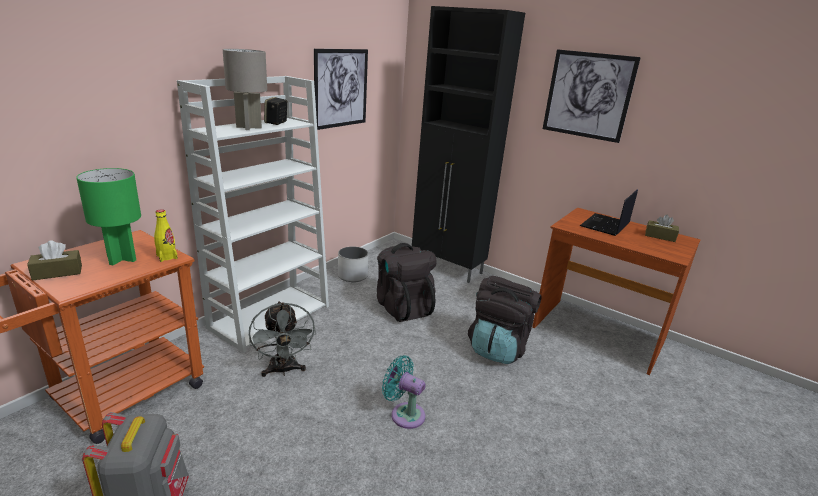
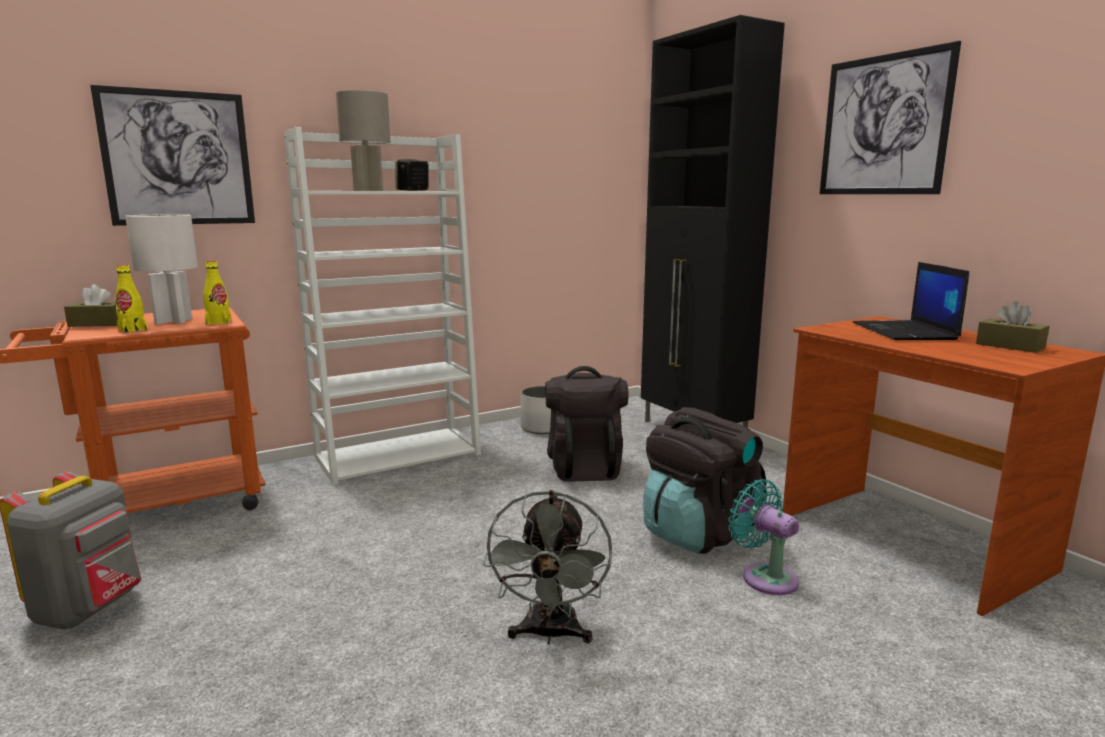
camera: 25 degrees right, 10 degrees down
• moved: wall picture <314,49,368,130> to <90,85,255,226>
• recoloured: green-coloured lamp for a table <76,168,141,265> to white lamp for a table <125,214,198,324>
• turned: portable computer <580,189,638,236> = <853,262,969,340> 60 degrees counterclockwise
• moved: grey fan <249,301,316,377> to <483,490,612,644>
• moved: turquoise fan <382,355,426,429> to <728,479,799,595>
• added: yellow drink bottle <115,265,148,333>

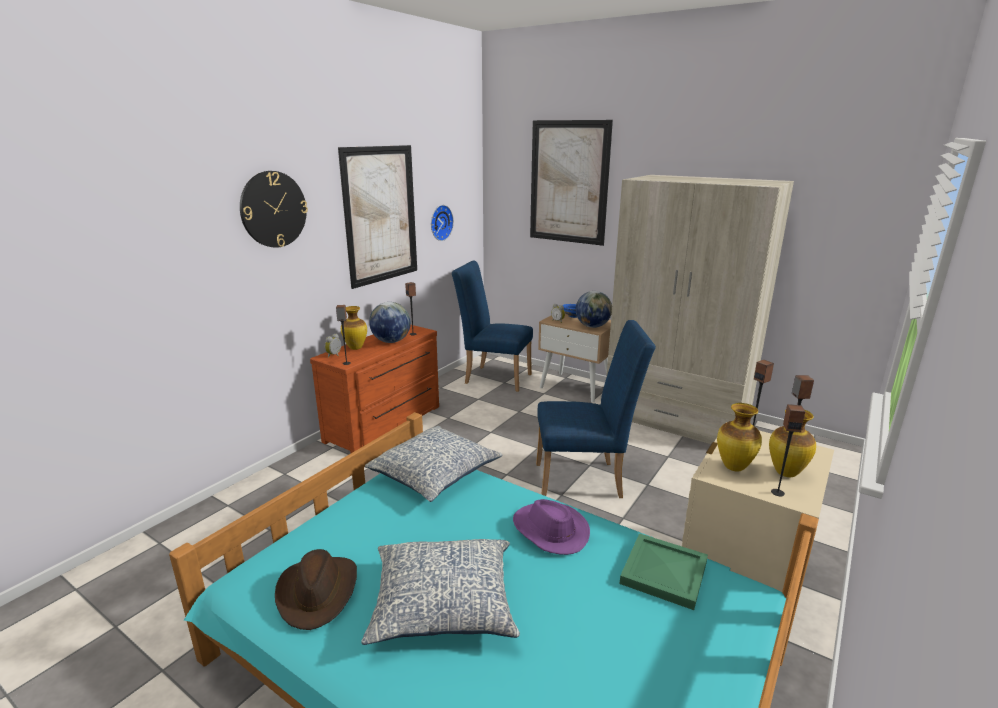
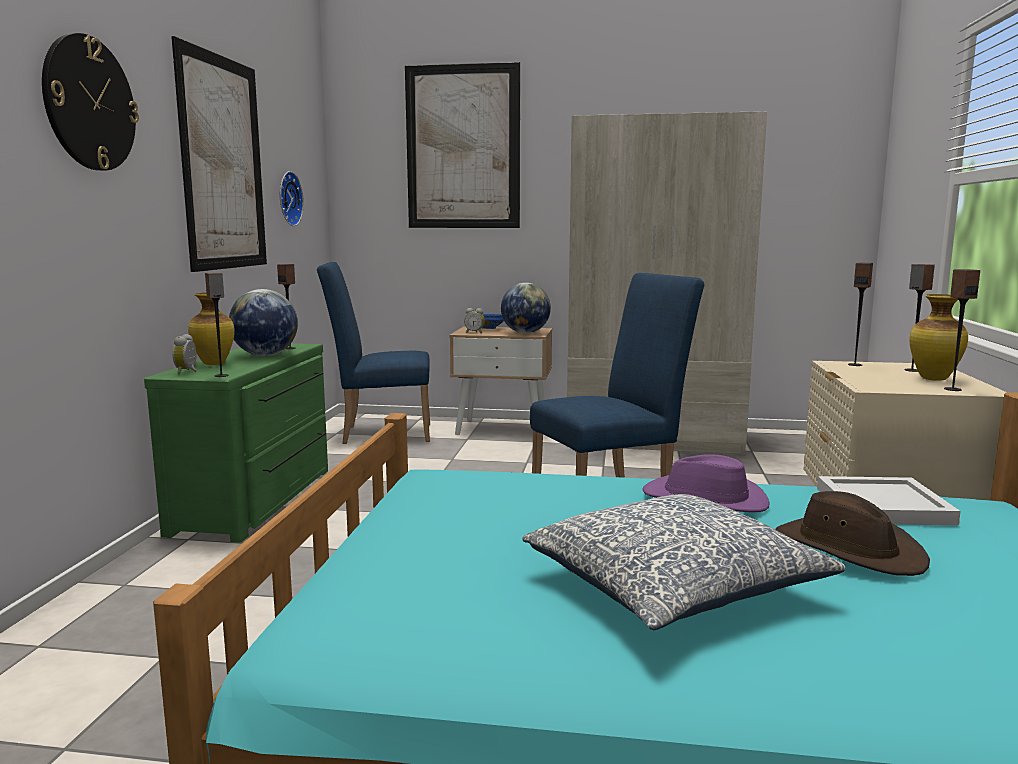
camera: 25 degrees left, 10 degrees down
• recoloured: brown-coloured drawer chest <310,325,439,454> to green-coloured drawer chest <144,343,328,543>
• removed: flower vase <717,403,762,471>
• removed: pillow <365,426,502,502>
• recoloured: green-coloured carrying tray <620,533,708,610> to white carrying tray <817,476,961,525>
• moved: brown-coloured wearable hat <275,549,357,630> to <775,491,930,576>

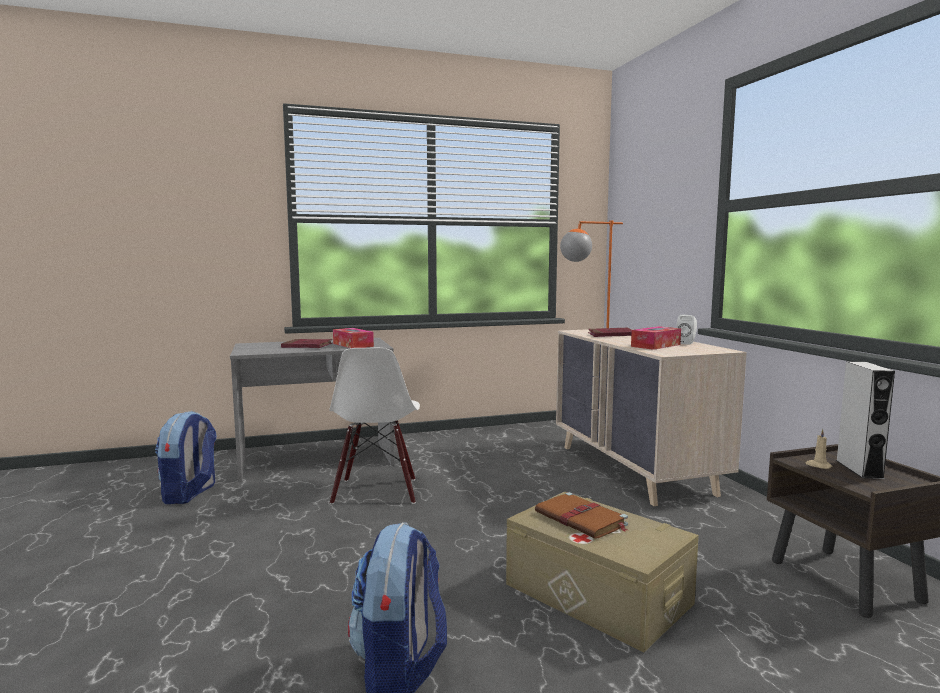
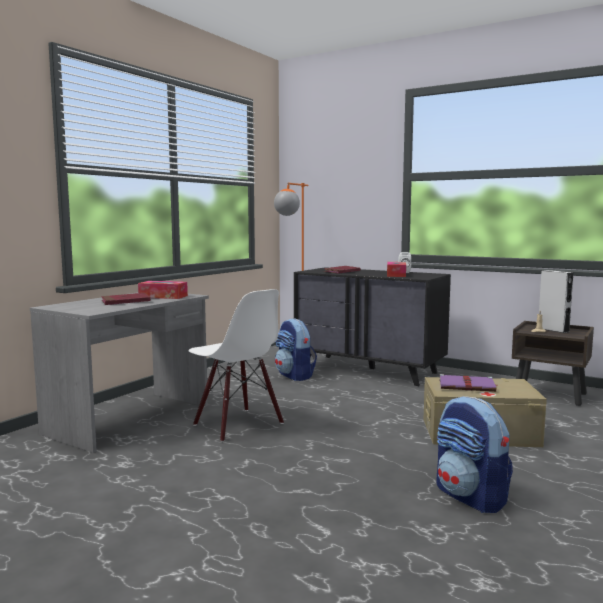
camera: 40 degrees left, 0 degrees up
• recoloured: sand-coloured drawer chest <556,329,747,506> to blackish drawer chest <294,267,451,386>
• moved: knapsack <155,411,217,504> to <275,319,317,381>
• recoloured: brown-coloured bound book <535,492,628,538> to purple bound book <440,374,497,392>

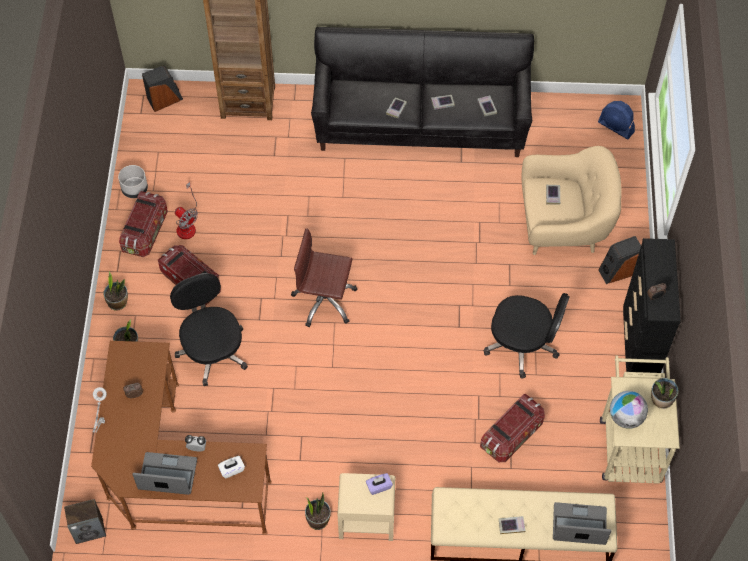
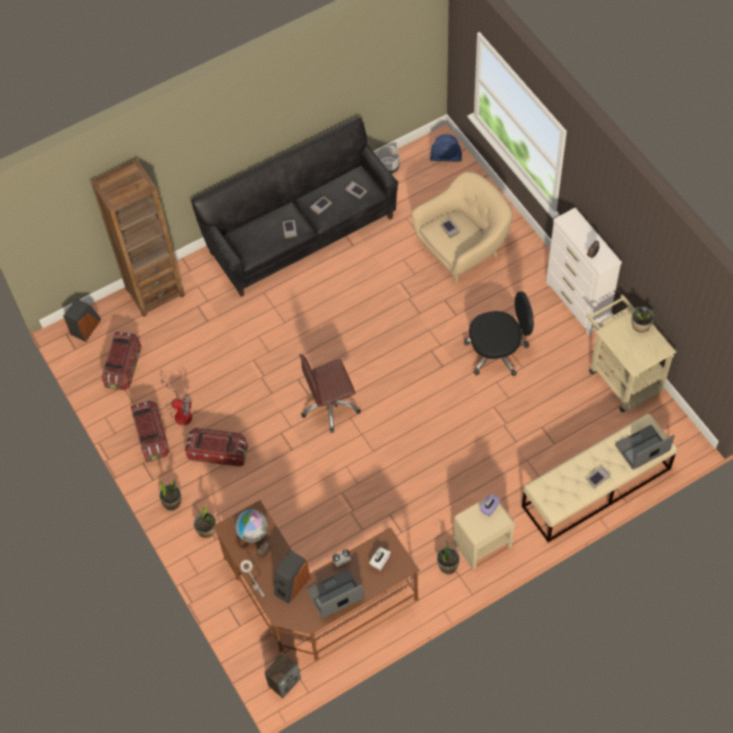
camera: 30 degrees left, 0 degrees up
• moved: grey planter <118,165,148,198> to <377,146,400,174>
• moved: audio speaker <598,236,641,284> to <274,550,310,604>
• recoloured: blackish drawer chest <623,238,681,373> to white drawer chest <546,208,622,335>
• removed: blackish desk chair <170,273,248,386>
• moved: desk globe <610,391,648,429> to <235,509,268,543>
• moved: storage box <480,394,545,462> to <102,332,141,390>

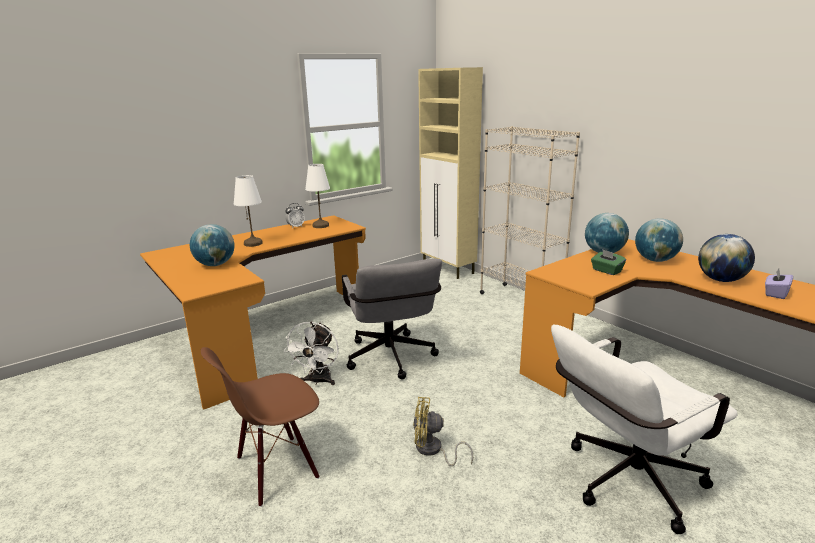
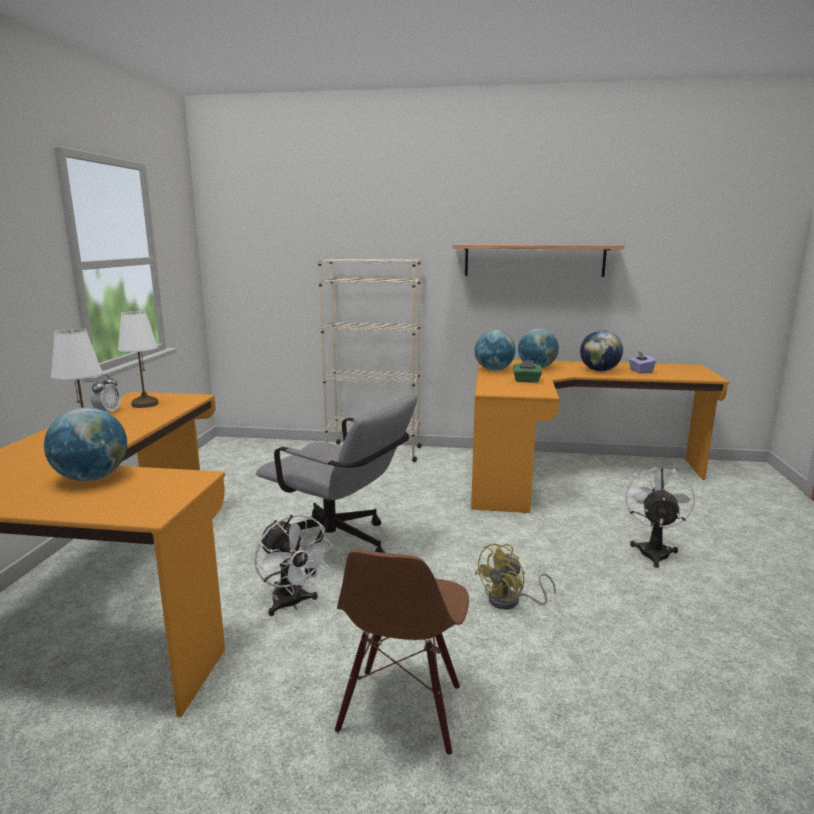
camera: 45 degrees left, 5 degrees down
• removed: sand-coloured cupboard <418,67,483,279>
• replaced: white desk chair <551,325,738,534> to white fan <625,464,695,568>
• added: wall shelf <453,244,625,277>

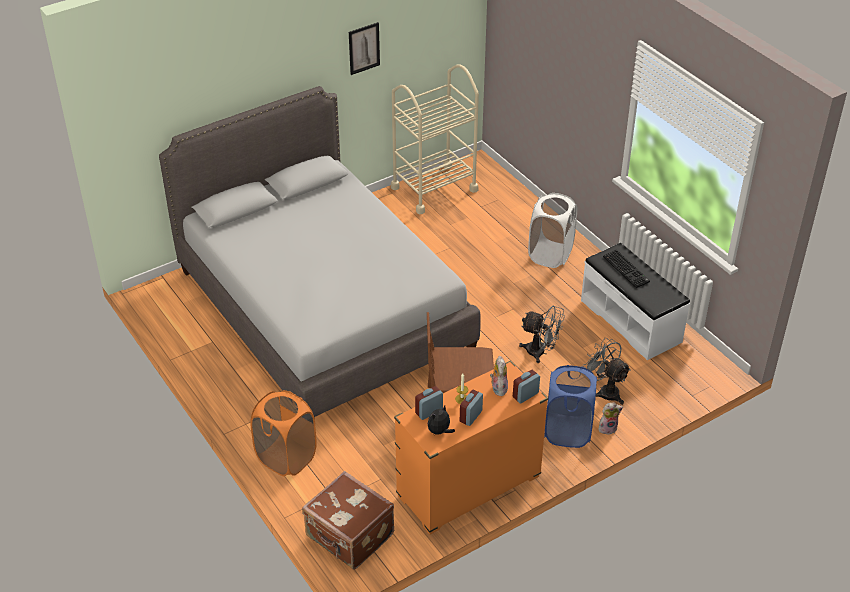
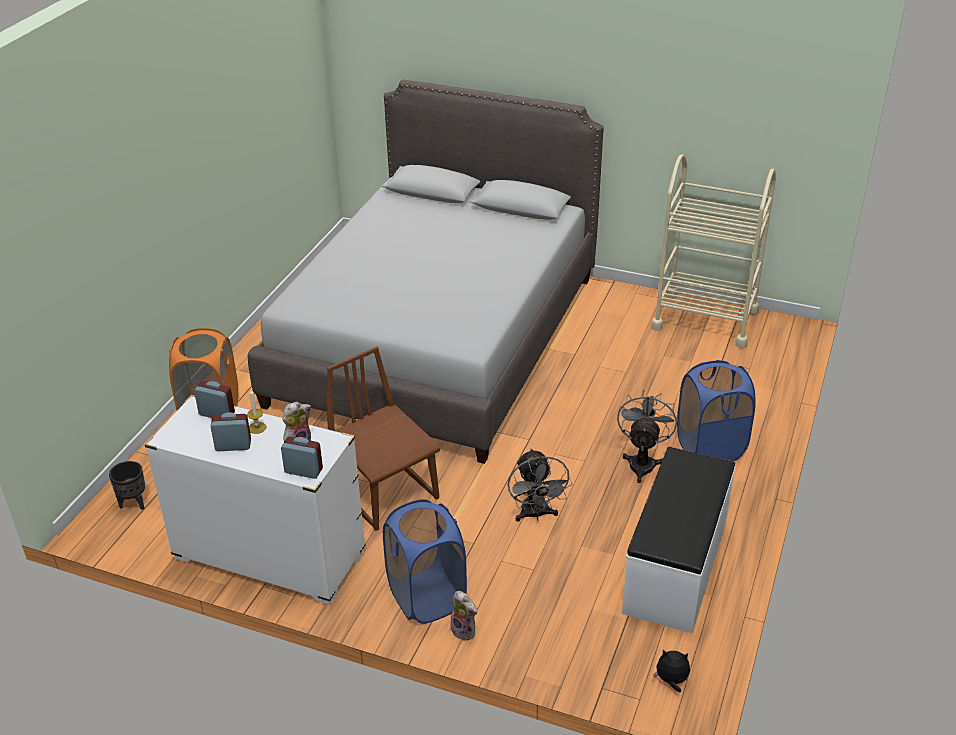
camera: 55 degrees right, 5 degrees down
• removed: wall picture <349,22,380,75>
• recoloured: white washing basket <528,193,577,268> to bluish washing basket <677,360,756,461>
• removed: computer keyboard <603,250,650,288>
• moved: grey fan <583,338,631,405> to <617,390,678,483>
• recoloured: orange-coloured drawer chest <394,361,548,535> to white drawer chest <145,395,366,605>
• moved: plush toy <428,405,455,435> to <653,650,690,692>
• replaced: brown-coloured piece of luggage <302,471,394,570> to blackish planter <109,461,145,510>

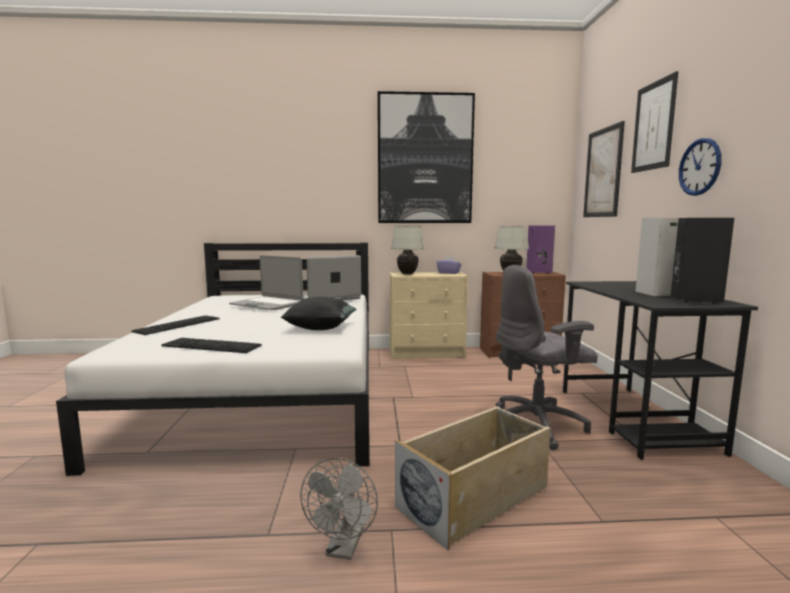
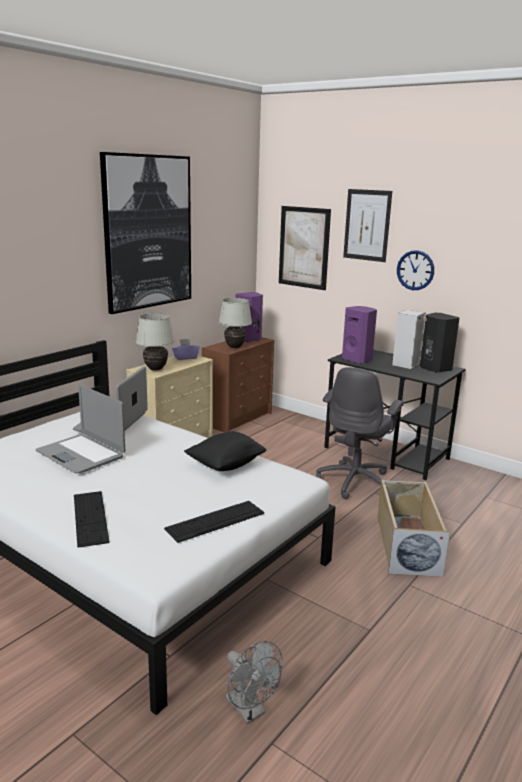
camera: 50 degrees left, 10 degrees up
• turned: portable computer <229,256,303,310> = <36,385,125,474> 60 degrees clockwise
• moved: grey fan <300,458,378,560> to <226,641,283,724>
• added: purple audio speaker <342,306,377,364>

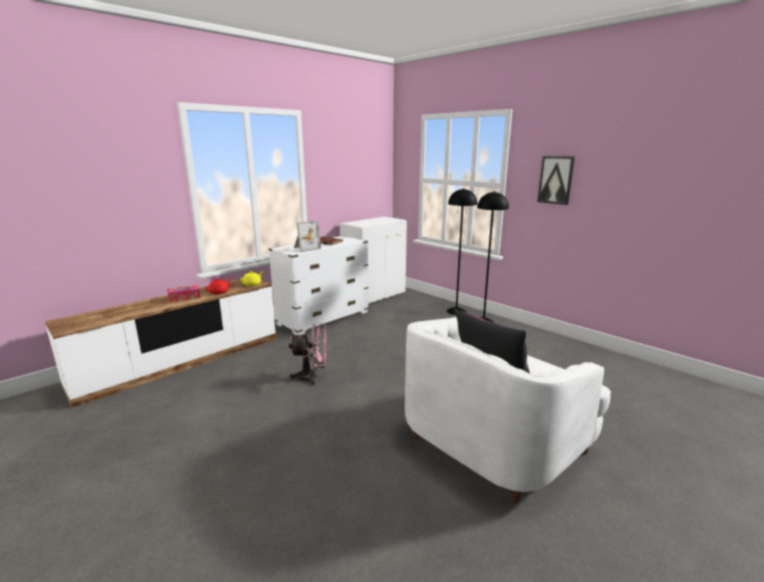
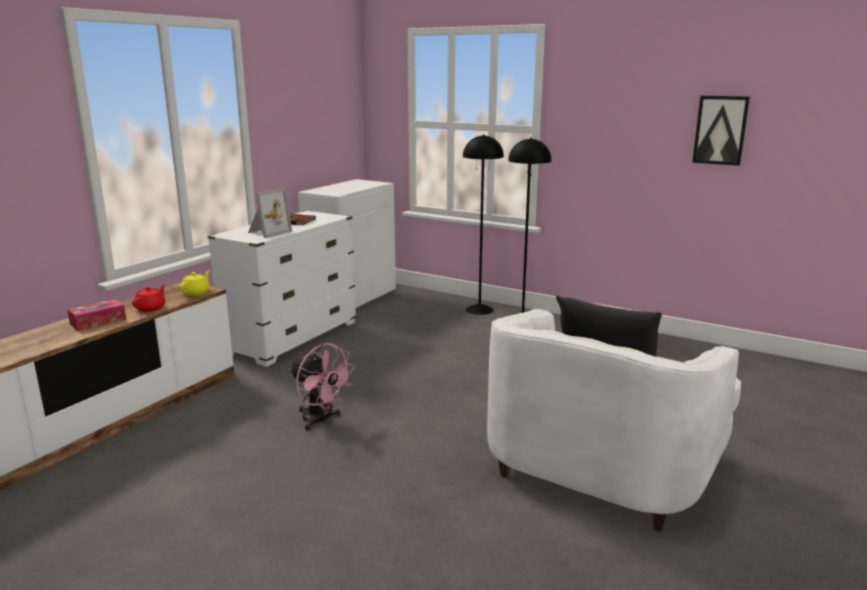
camera: 15 degrees left, 0 degrees up
• moved: wall picture <537,156,575,205> to <692,96,750,166>
• turned: pinkish fan <289,323,327,385> = <289,343,355,431> 60 degrees clockwise

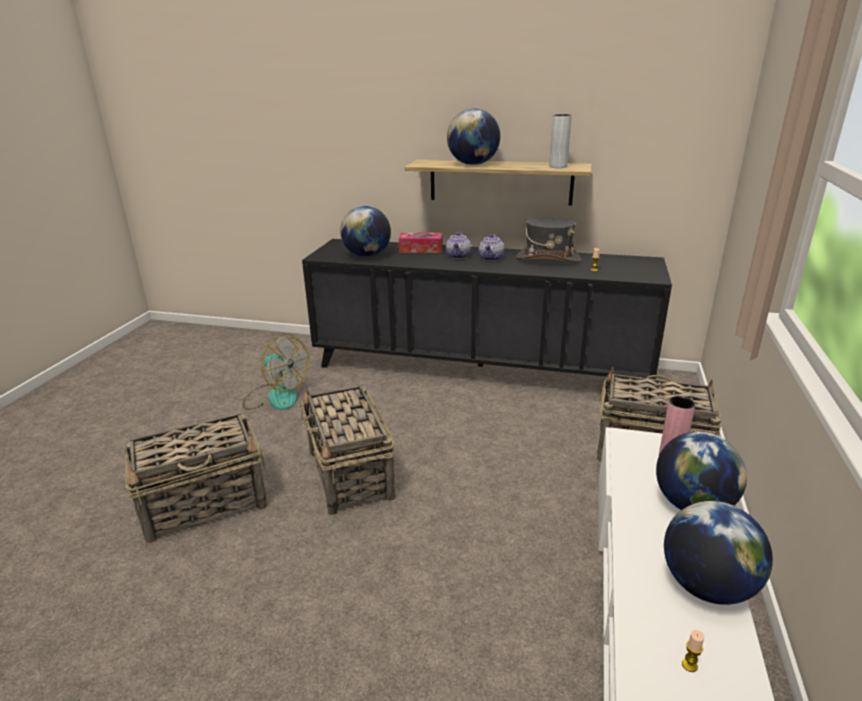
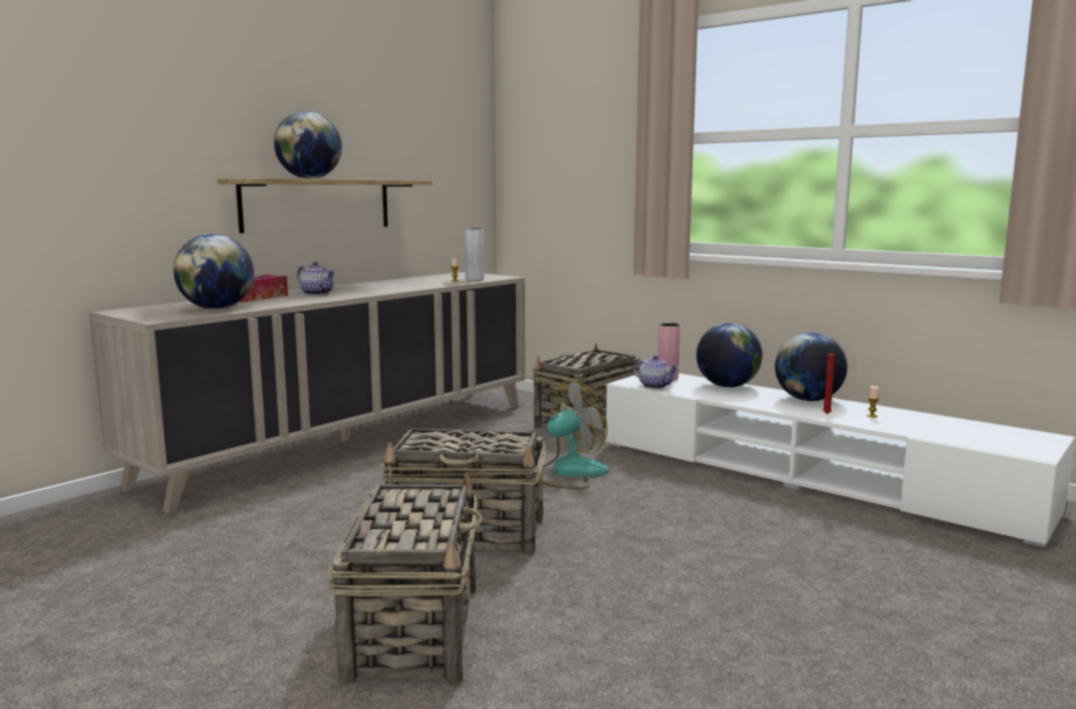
camera: 65 degrees left, 15 degrees down
• moved: grey flower vase <549,114,572,168> to <465,228,484,281>
• removed: grey wearable hat <516,217,581,263>
• moved: pot for tea <479,234,504,261> to <633,355,679,389>
• recoloured: blackish cupboard <302,239,672,379> to sand-coloured cupboard <89,272,525,514>
• moved: fan <243,334,309,410> to <542,380,609,489>
• added: reddish wax light <823,349,835,414>

